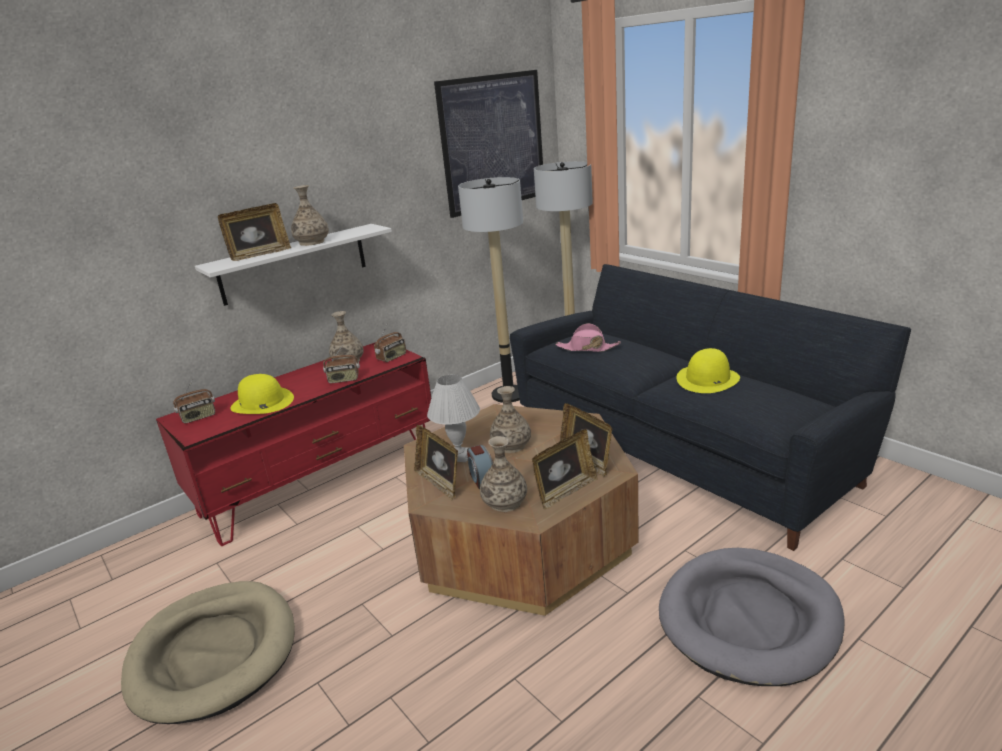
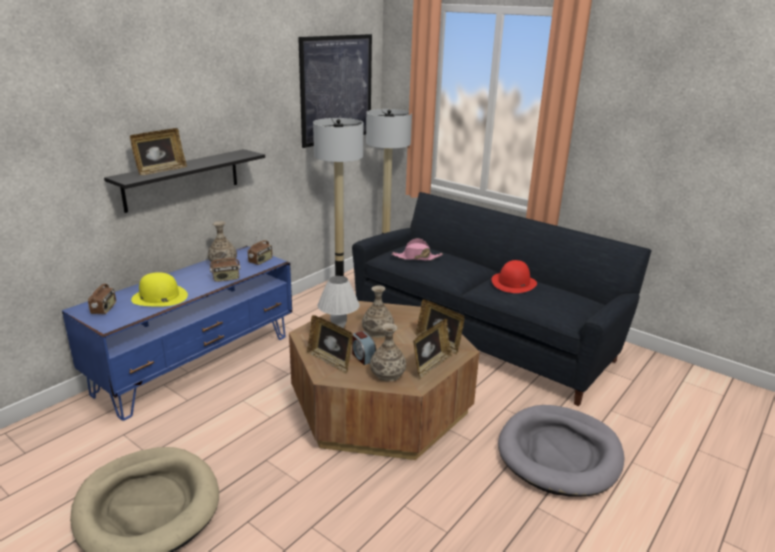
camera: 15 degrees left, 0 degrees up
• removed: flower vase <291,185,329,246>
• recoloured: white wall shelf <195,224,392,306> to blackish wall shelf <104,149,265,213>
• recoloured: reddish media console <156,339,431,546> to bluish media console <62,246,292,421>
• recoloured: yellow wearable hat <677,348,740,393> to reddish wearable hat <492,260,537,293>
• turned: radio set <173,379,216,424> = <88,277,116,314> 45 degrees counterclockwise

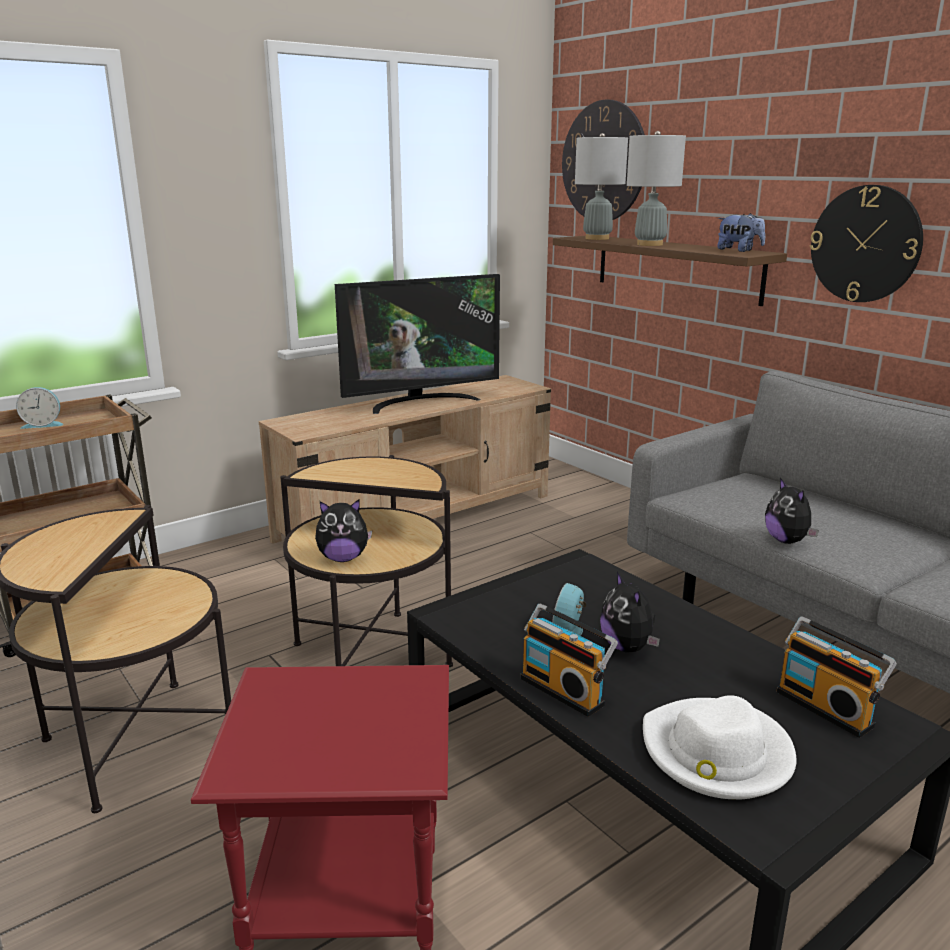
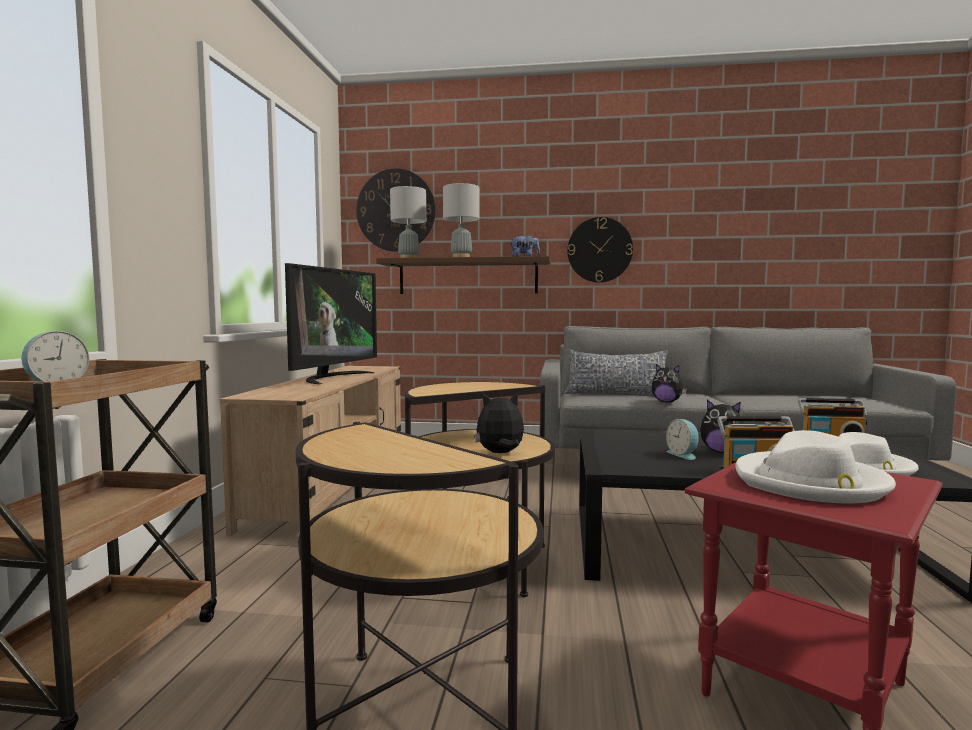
camera: 45 degrees left, 15 degrees down
• turned: plush toy <315,500,372,562> = <474,392,524,453> 135 degrees counterclockwise
• added: pillow <564,349,668,396>
• added: white wearable hat <735,430,896,504>

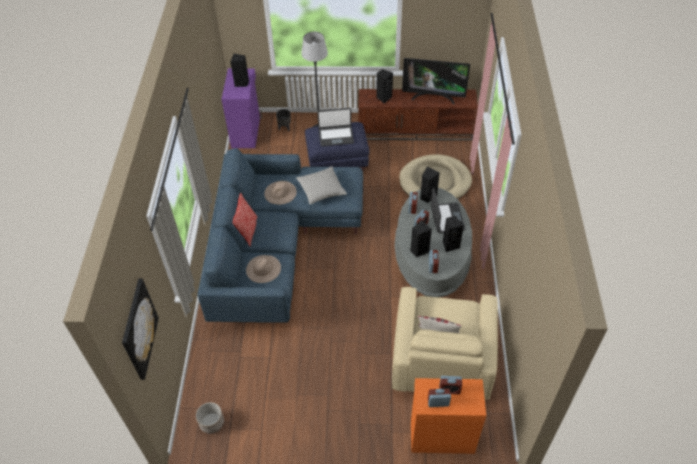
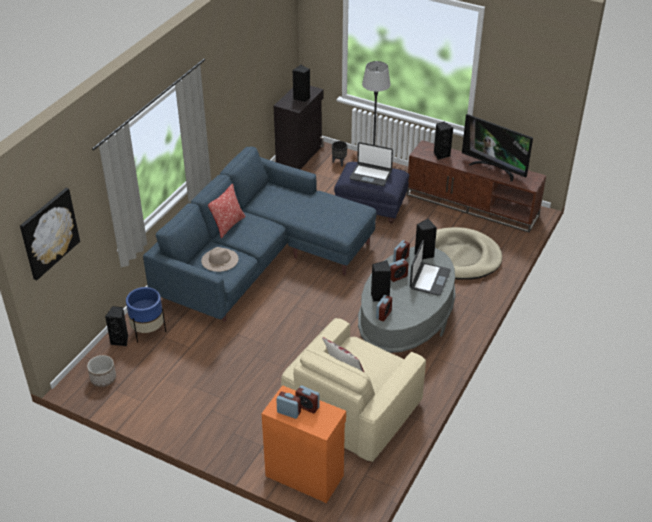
camera: 25 degrees right, 10 degrees down
• recoloured: purple cupboard <221,68,262,148> to blackish cupboard <274,86,324,169>
• removed: grey pillow <296,166,347,204>
• removed: sand-coloured wearable hat <264,181,297,205>
• moved: blackish audio speaker <443,216,464,252> to <105,306,128,346>
• added: bluish planter <126,287,166,343>

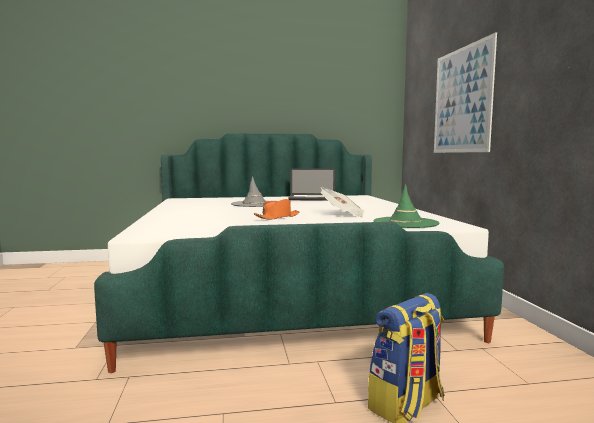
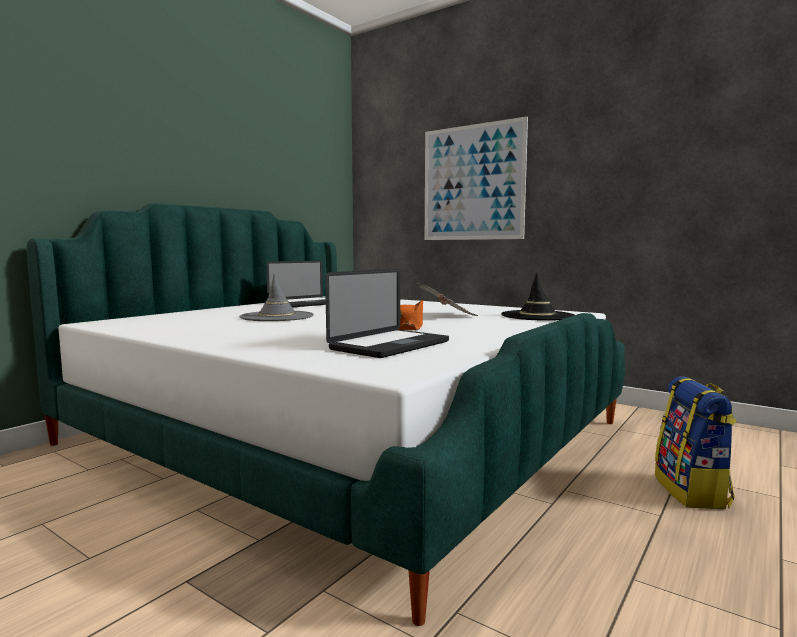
camera: 45 degrees left, 0 degrees up
• recoloured: green-coloured wearable hat <373,184,439,228> to blackish wearable hat <501,273,574,321>
• added: portable computer <325,269,449,358>

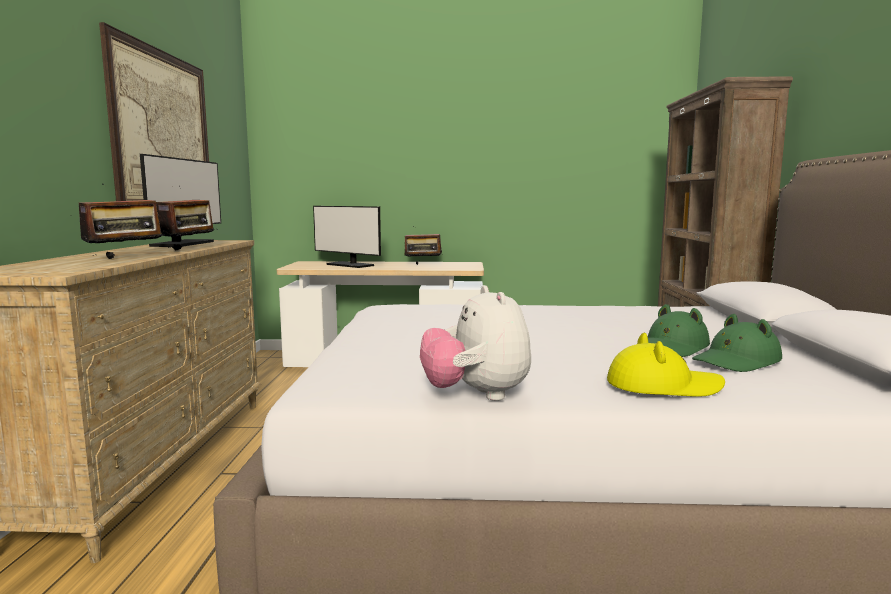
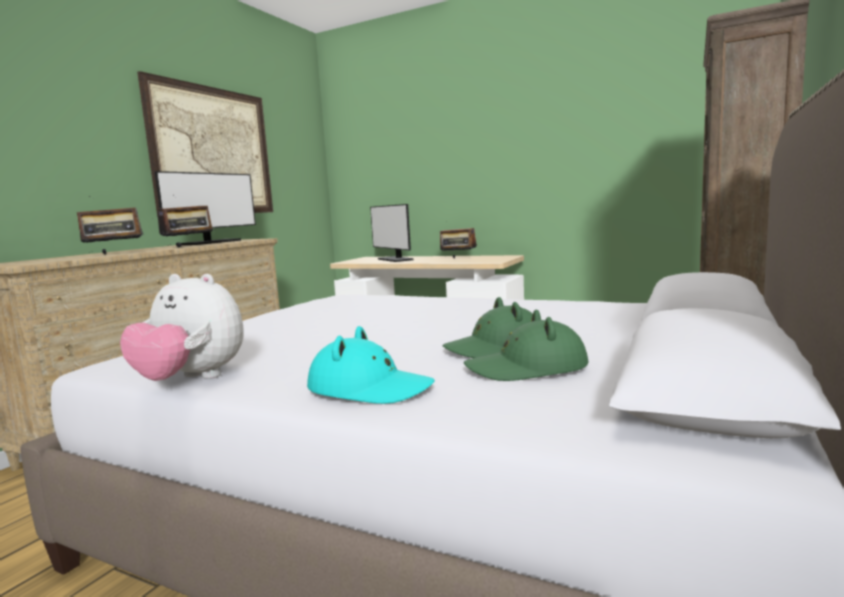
camera: 25 degrees right, 0 degrees up
• turned: plush toy <420,285,531,401> = <120,274,244,381> 75 degrees counterclockwise
• recoloured: yellow wearable hat <607,333,725,397> to turquoise wearable hat <307,326,435,404>

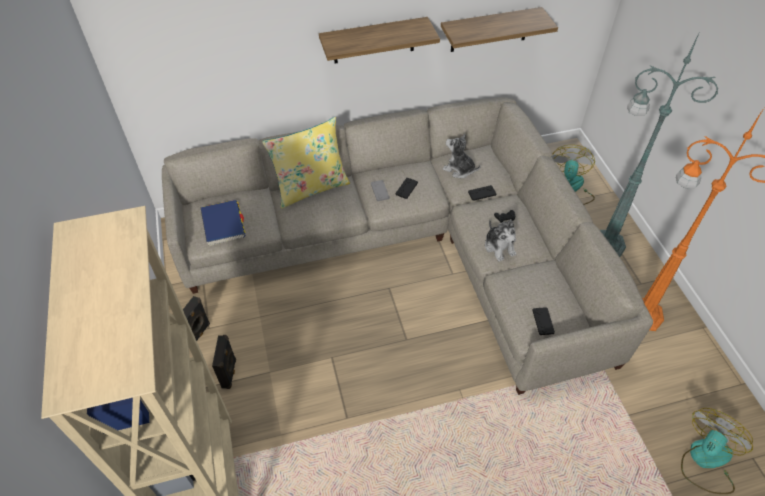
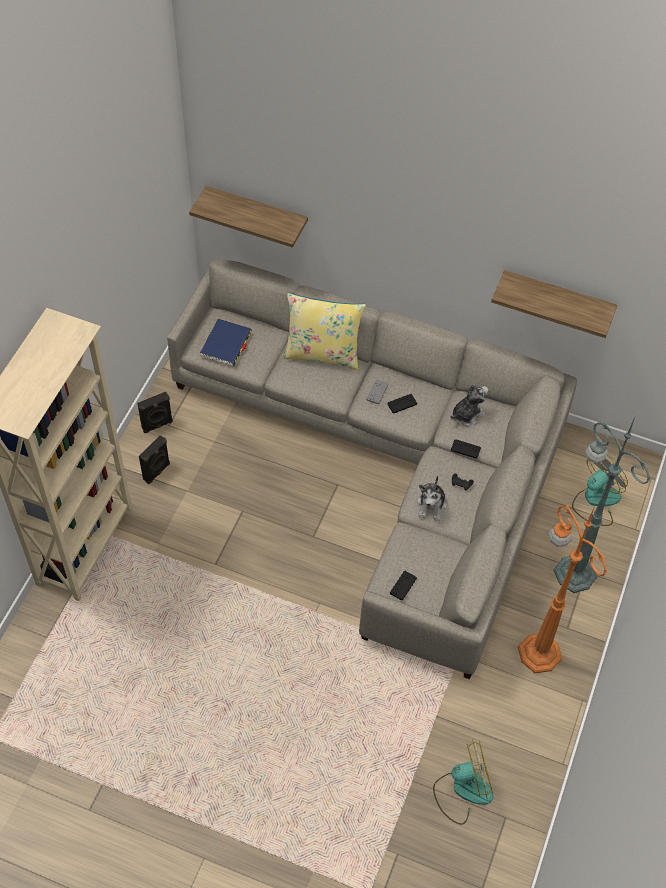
camera: 35 degrees right, 5 degrees up
• moved: wall shelf <319,17,440,63> to <189,186,308,248>
• turned: plush toy <443,134,480,178> = <450,384,488,426> 75 degrees clockwise

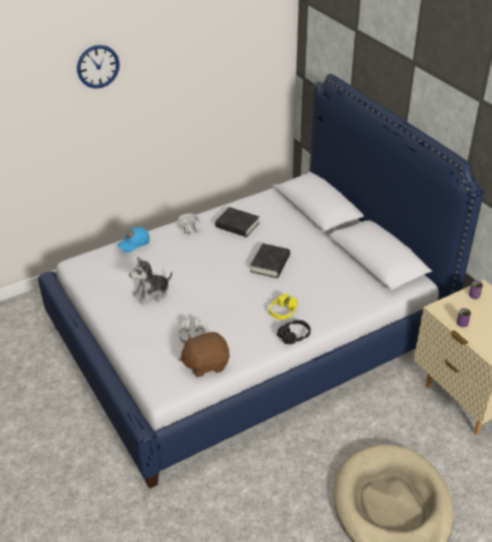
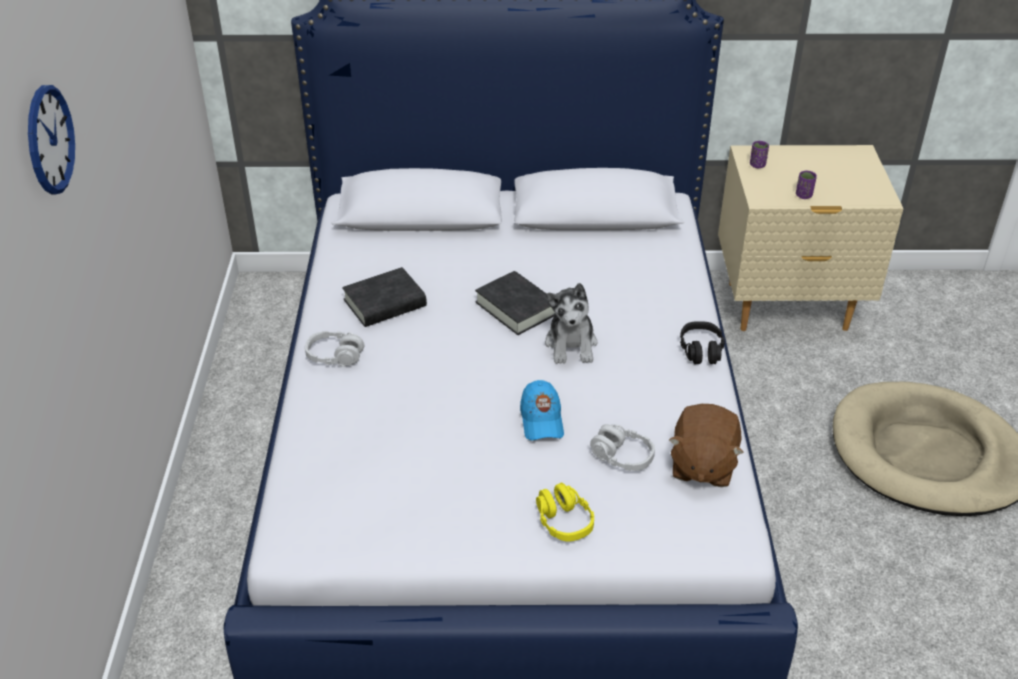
camera: 60 degrees left, 0 degrees up
• moved: bluish peaked cap <117,227,150,253> to <520,380,564,441>
• moved: plush toy <129,257,172,305> to <545,283,598,364>
• moved: yellow pair of headphones <270,294,298,320> to <536,483,594,542>

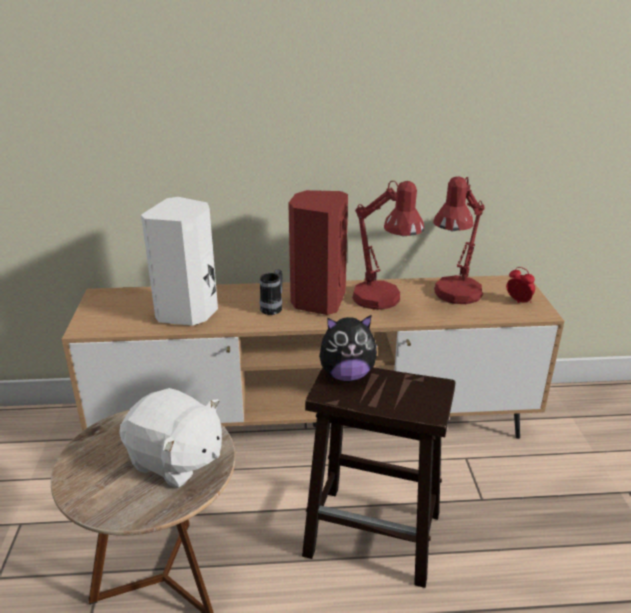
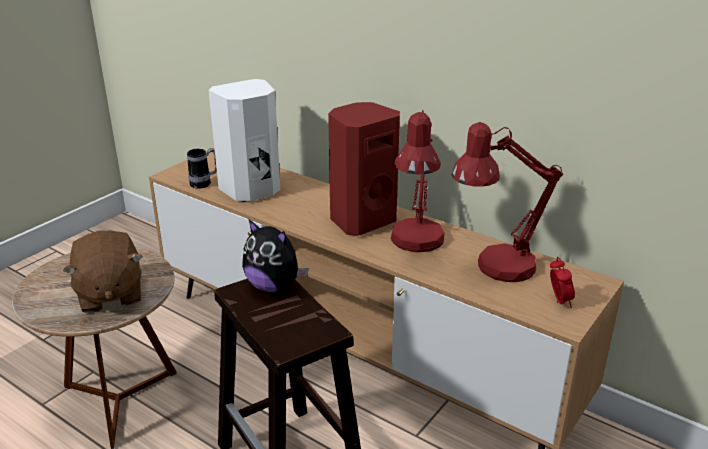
camera: 40 degrees right, 0 degrees up
• moved: mug <260,269,282,315> to <187,148,217,189>
• recoloured: white plush toy <119,388,222,488> to brown-coloured plush toy <63,230,142,313>

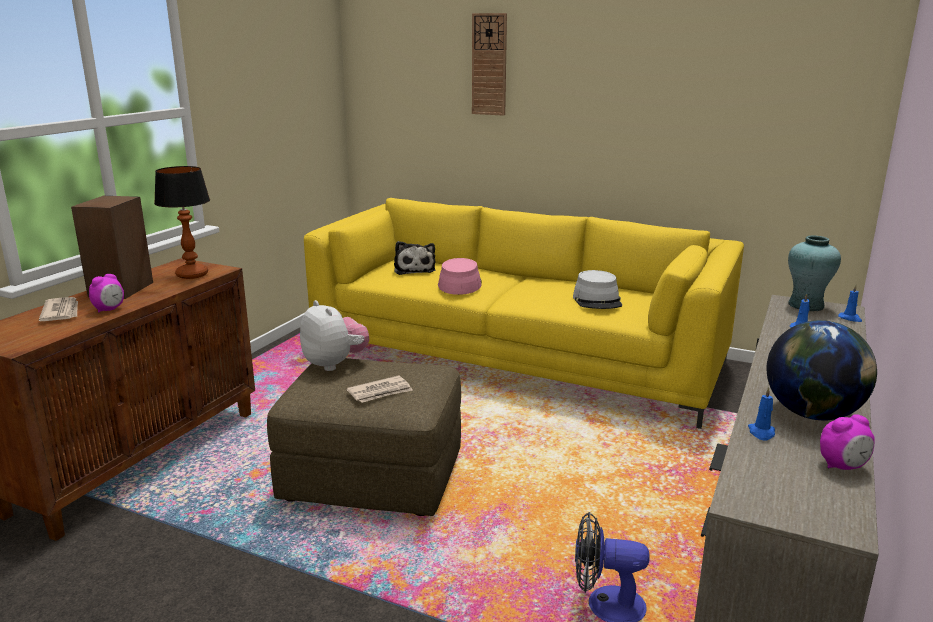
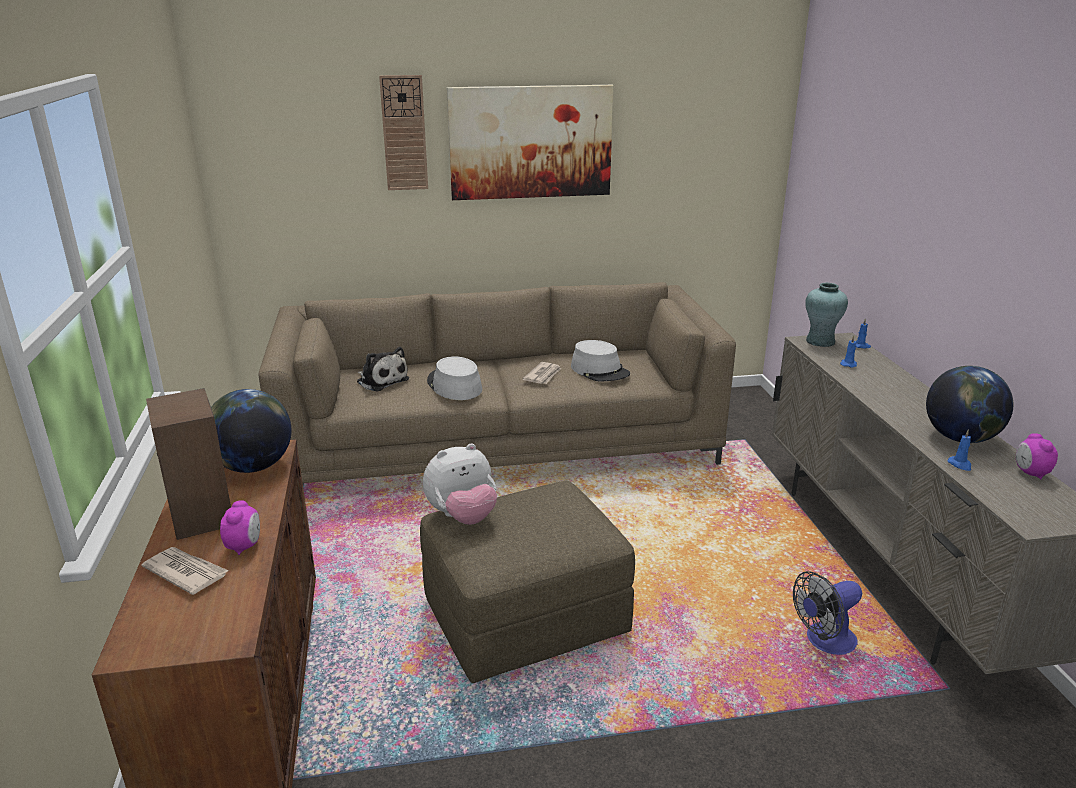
camera: 35 degrees left, 5 degrees up
• replaced: lamp for a table <154,166,210,279> to desk globe <211,389,291,473>
• recoloured: yellow sofa <304,198,744,429> to brown-coloured sofa <258,282,736,486>
• recoloured: pinkish wearable hat <438,258,482,295> to grey wearable hat <427,356,482,400>
• turned: plush toy <300,300,369,371> = <423,444,497,525> 135 degrees clockwise
• moved: printed paper <346,375,413,403> to <523,362,561,384>
• turned: alarm clock <820,414,875,470> = <1016,433,1058,480> 135 degrees clockwise
• added: wall picture <447,85,614,200>

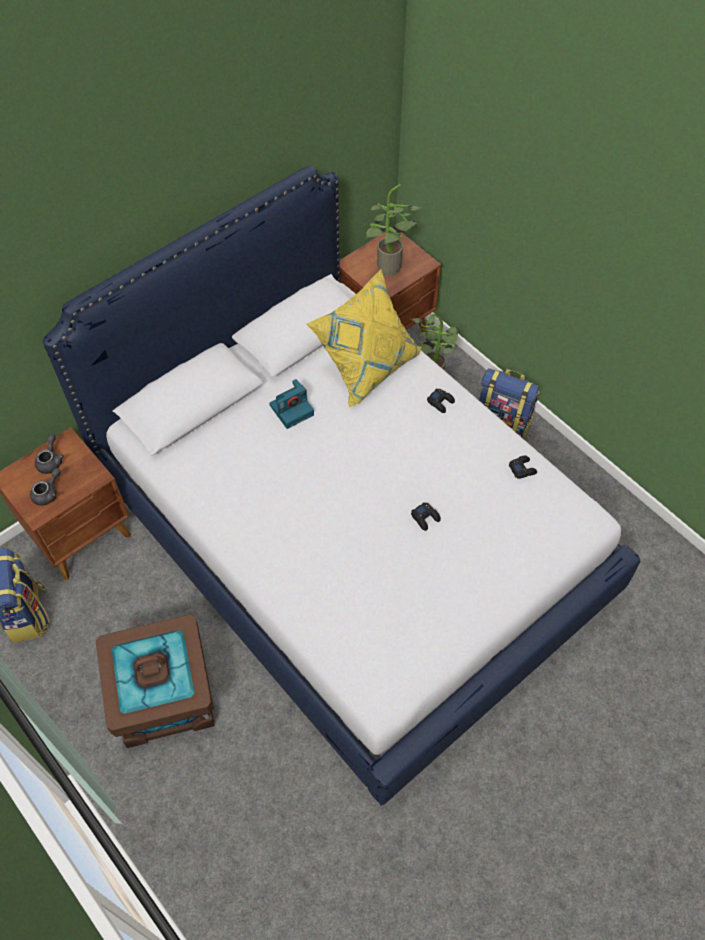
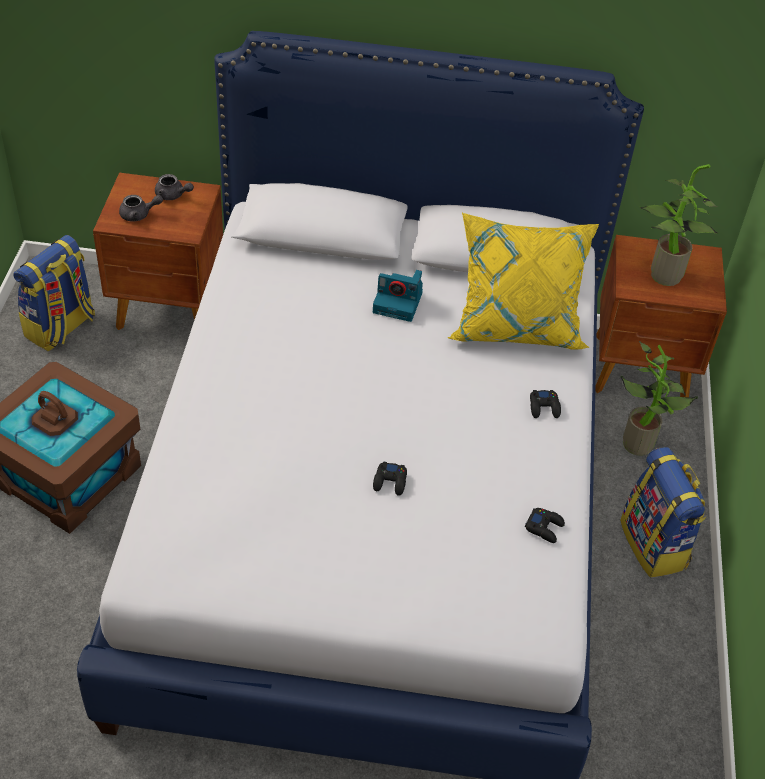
camera: 45 degrees right, 10 degrees down
• turned: grey pot for tea <35,434,64,474> = <155,174,194,200> 60 degrees clockwise

